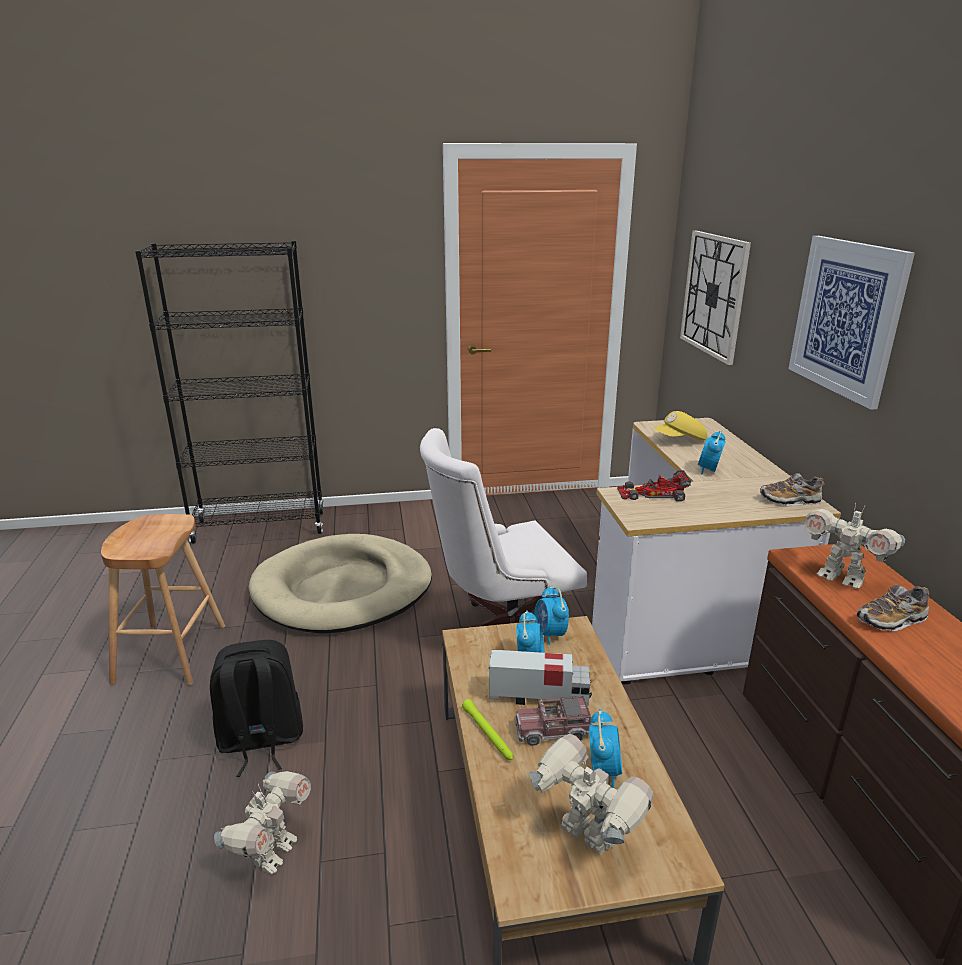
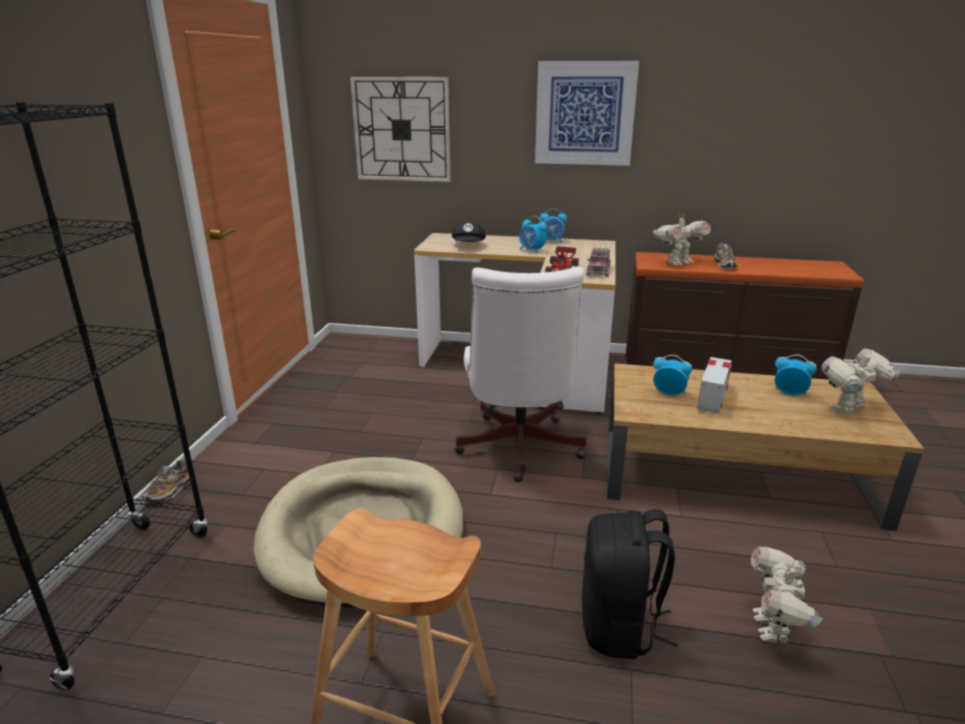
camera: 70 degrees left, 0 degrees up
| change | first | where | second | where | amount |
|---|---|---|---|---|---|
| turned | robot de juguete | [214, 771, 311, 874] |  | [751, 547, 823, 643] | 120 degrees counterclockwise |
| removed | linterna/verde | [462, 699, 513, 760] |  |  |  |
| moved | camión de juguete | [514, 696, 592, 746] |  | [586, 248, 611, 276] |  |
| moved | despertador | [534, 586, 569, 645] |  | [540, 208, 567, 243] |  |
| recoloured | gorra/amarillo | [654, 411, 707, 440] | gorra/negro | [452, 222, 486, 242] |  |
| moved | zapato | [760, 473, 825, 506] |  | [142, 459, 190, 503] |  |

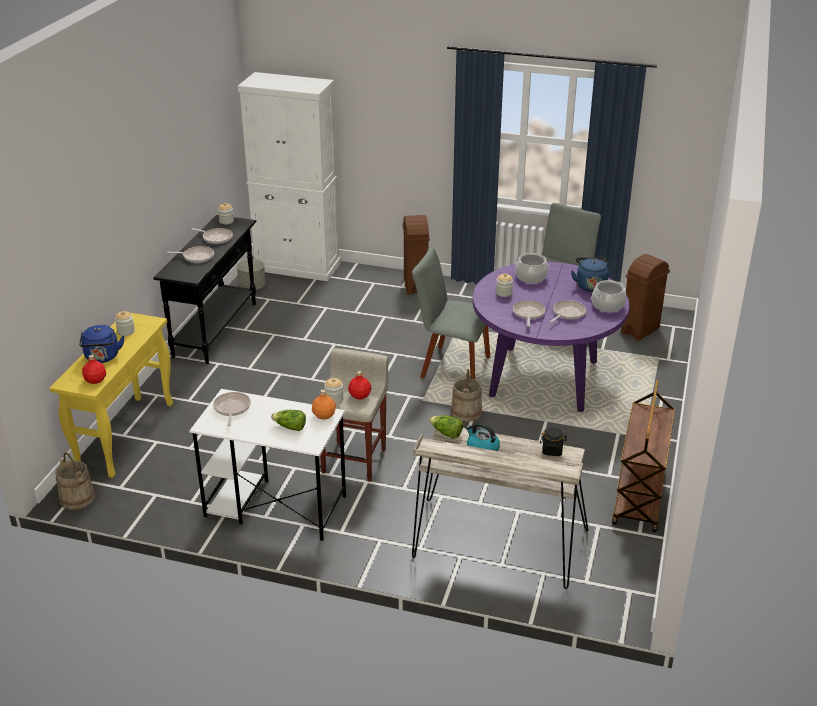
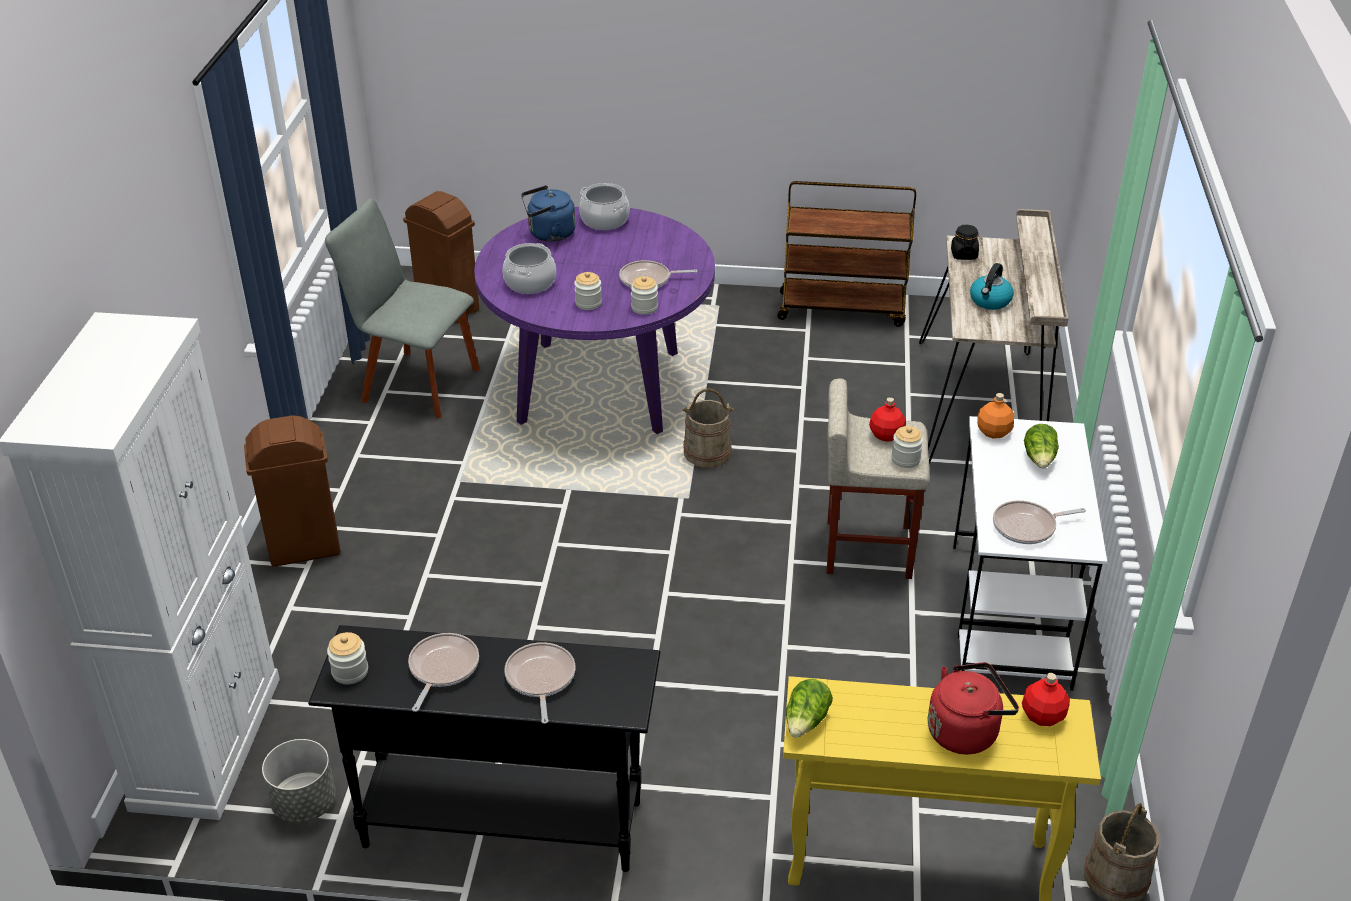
camera: 100 degrees left, 5 degrees up
| change | first | where | second | where | amount |
|---|---|---|---|---|---|
| recoloured | hervidor/azul | [79, 325, 125, 363] | hervidor/rojo | [928, 662, 1019, 754] |  |
| moved | tarro | [115, 311, 135, 336] |  | [631, 276, 658, 315] |  |
| removed | silla/gris | [412, 247, 490, 379] |  |  |  |
| moved | lechuga | [429, 415, 463, 439] |  | [786, 679, 833, 738] |  |
| removed | sartén | [549, 300, 586, 323] |  |  |  |

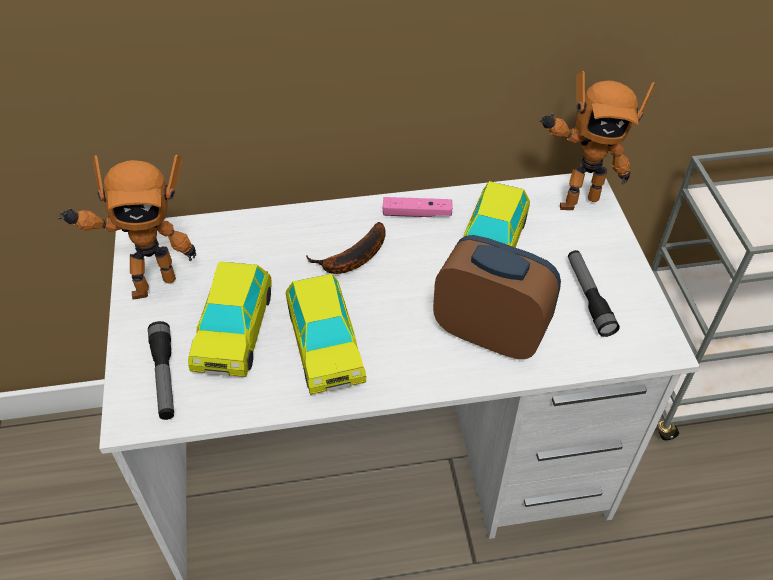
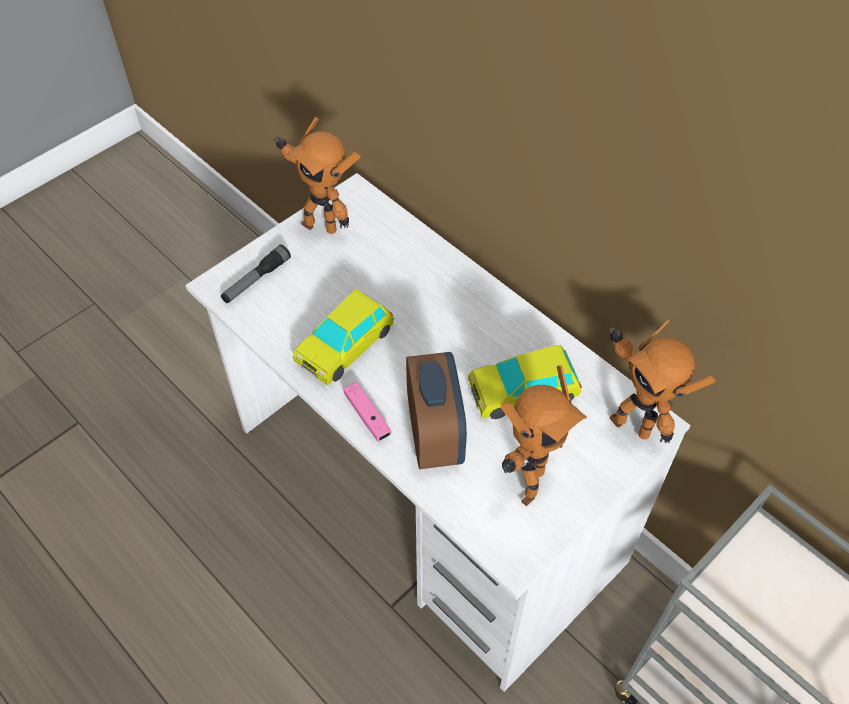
camera: 55 degrees right, 5 degrees up
| change | first | where | second | where | amount |
|---|---|---|---|---|---|
| removed | coche de juguete | [188, 261, 272, 377] |  |  |  |
| removed | plátano | [305, 222, 386, 274] |  |  |  |
| moved | mando de consola/rosa | [383, 197, 452, 217] |  | [343, 382, 392, 441] |  |
| replaced | linterna | [568, 250, 620, 337] | robot de juguete | [501, 365, 587, 506] |  |

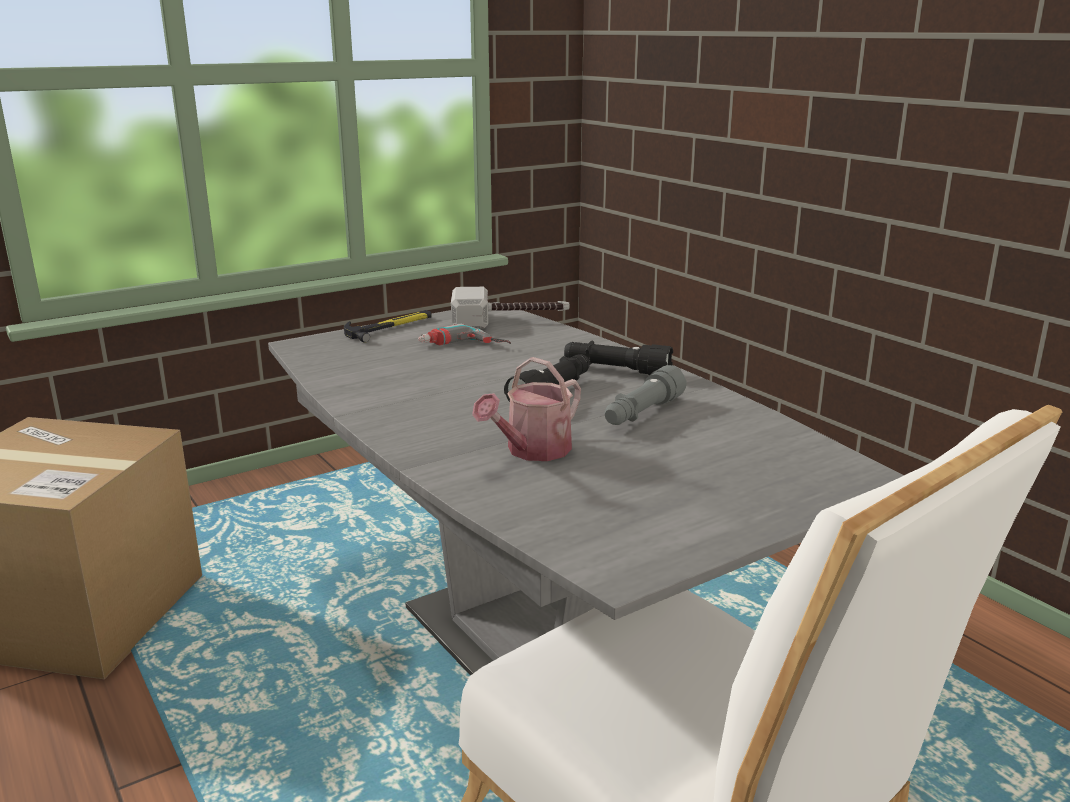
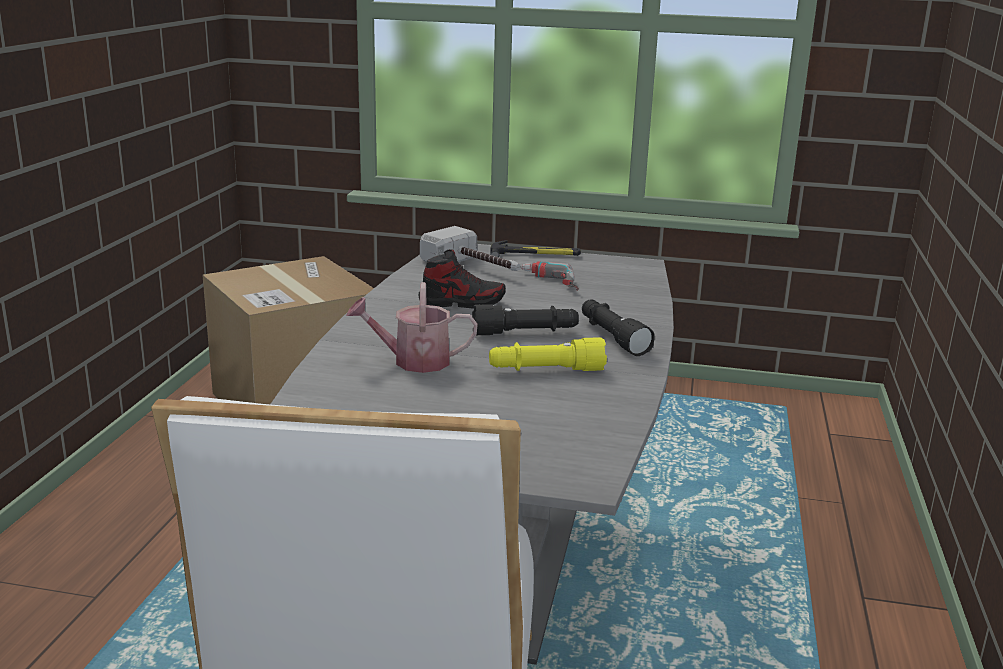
camera: 45 degrees right, 0 degrees up
| change | first | where | second | where | amount |
|---|---|---|---|---|---|
| moved | martillo | [451, 287, 569, 328] |  | [420, 226, 521, 271] |  |
| recoloured | linterna/gris | [605, 365, 687, 425] | linterna/amarillo | [489, 337, 607, 371] |  |
| added |  |  | zapato | [418, 249, 506, 309] |  |

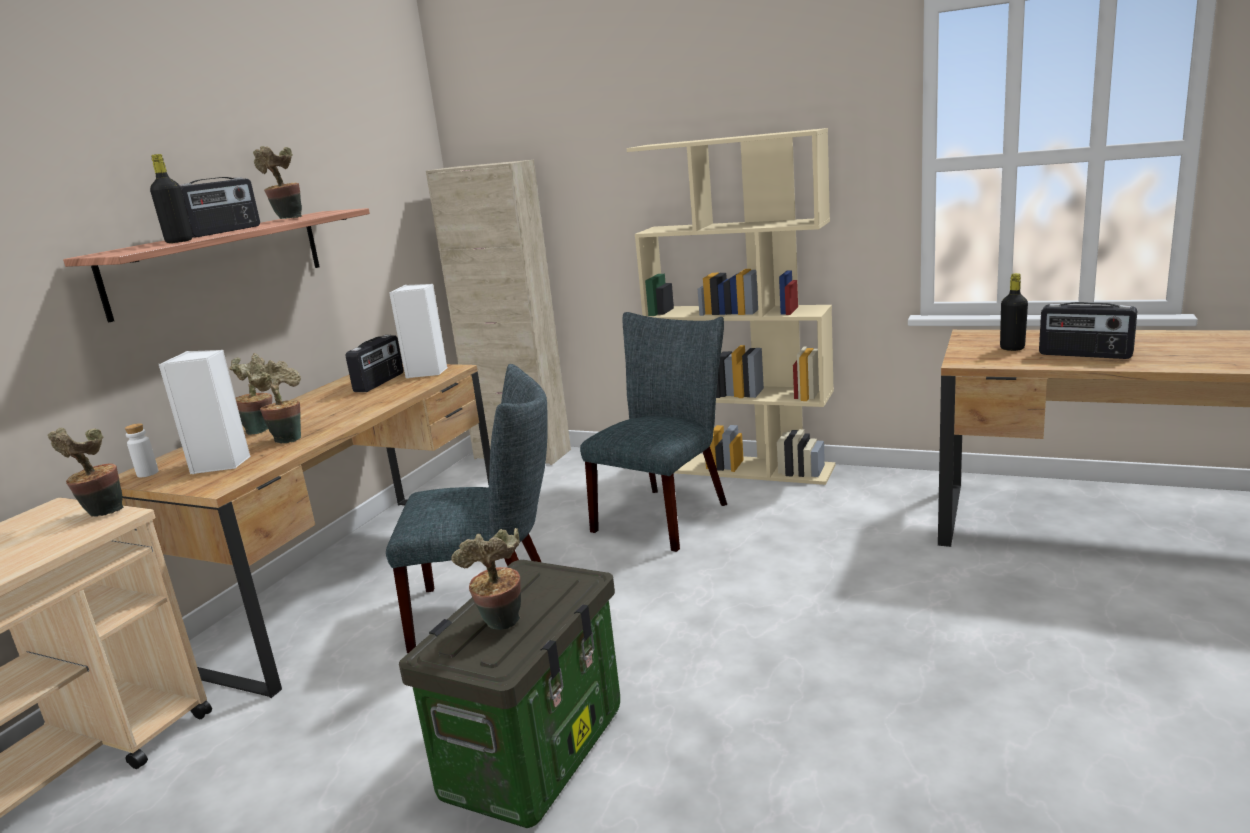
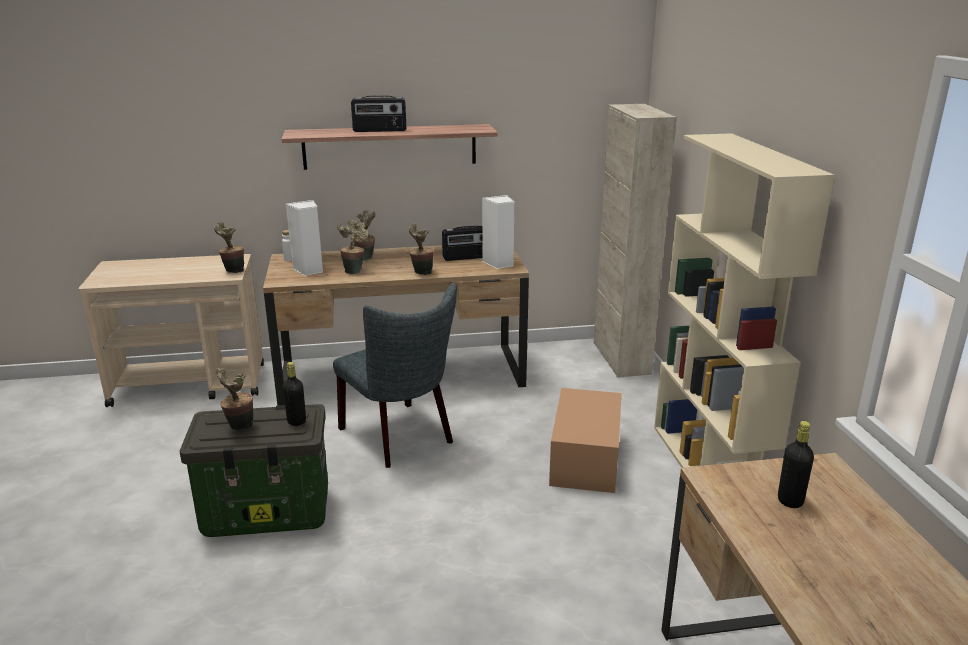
camera: 55 degrees right, 5 degrees up
| change | first | where | second | where | amount |
|---|---|---|---|---|---|
| moved | botella/negro | [150, 154, 192, 243] |  | [283, 362, 306, 426] |  |
| moved | planta en maceta | [253, 146, 302, 219] |  | [409, 223, 434, 275] |  |
| replaced | silla/gris | [580, 312, 727, 552] | caja de cartón | [549, 388, 622, 493] |  |
| removed | radio | [1039, 302, 1138, 359] |  |  |  |

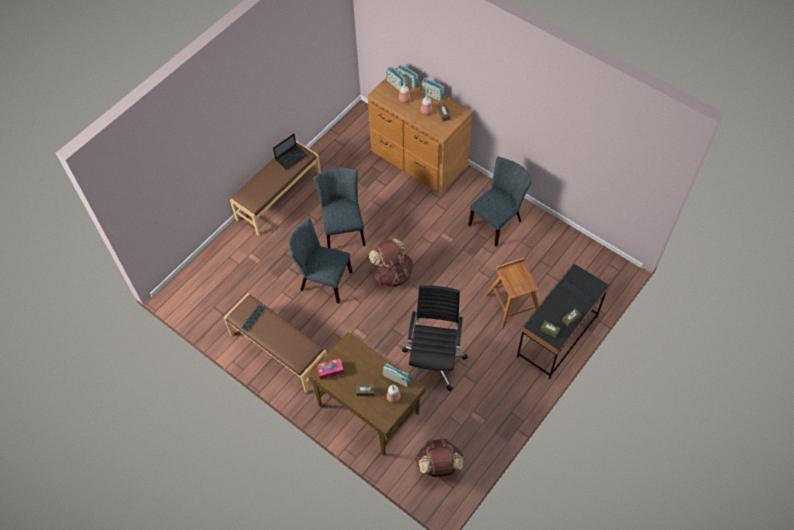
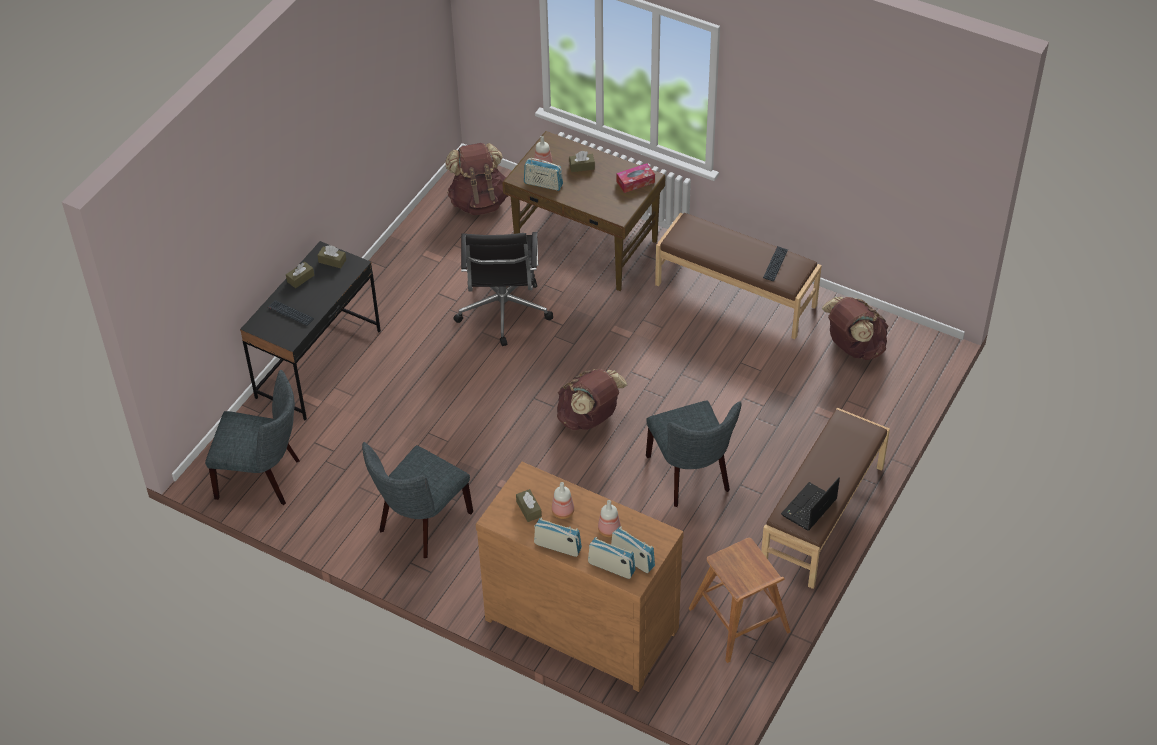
camera: 170 degrees right, 10 degrees down
| change | first | where | second | where | amount |
|---|---|---|---|---|---|
| moved | silla/gris | [288, 218, 352, 303] |  | [205, 370, 300, 505] |  |
| moved | taburete/marrón | [486, 258, 539, 329] |  | [688, 538, 791, 663] |  |
| added |  |  | mochila/marrón | [822, 297, 889, 360] |  |

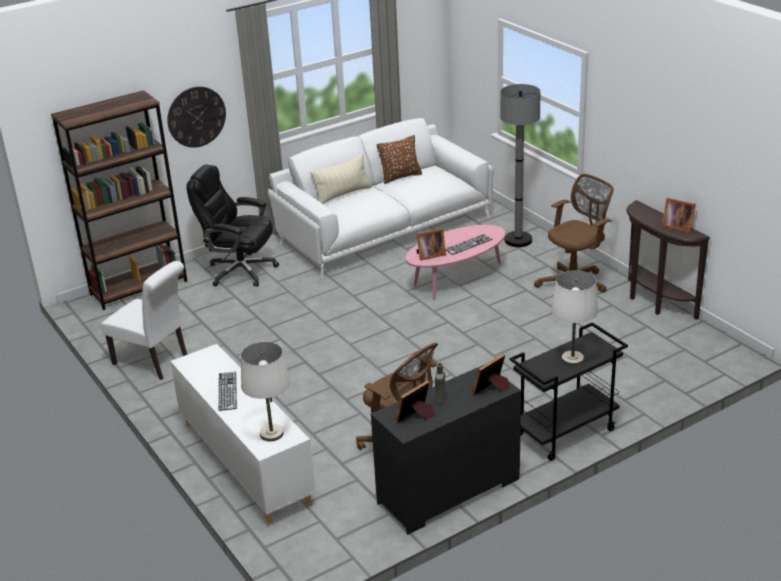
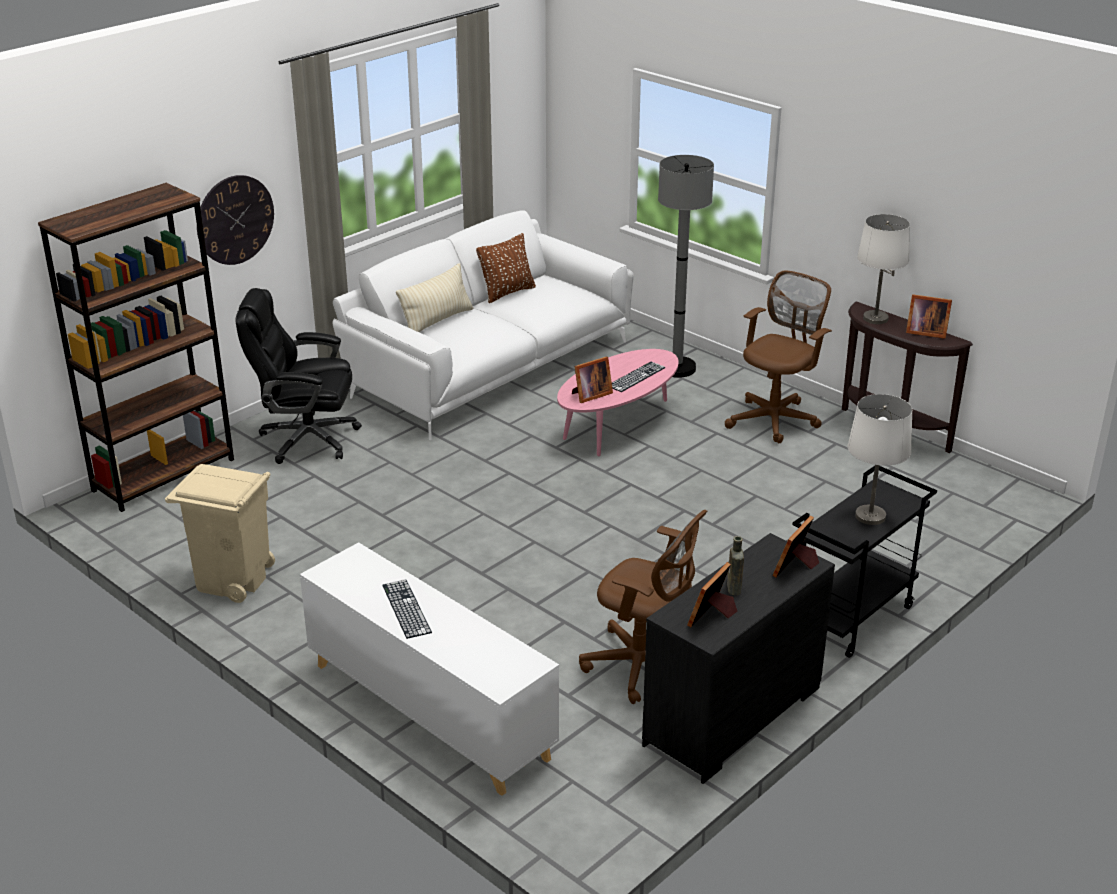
camera: 15 degrees left, 0 degrees up
| change | first | where | second | where | amount |
|---|---|---|---|---|---|
| replaced | silla/blanco | [101, 261, 187, 380] | papelera/beis | [165, 464, 275, 603] |  |
| moved | lámpara de mesa/blanco | [241, 342, 290, 441] |  | [857, 214, 910, 324] |  |

